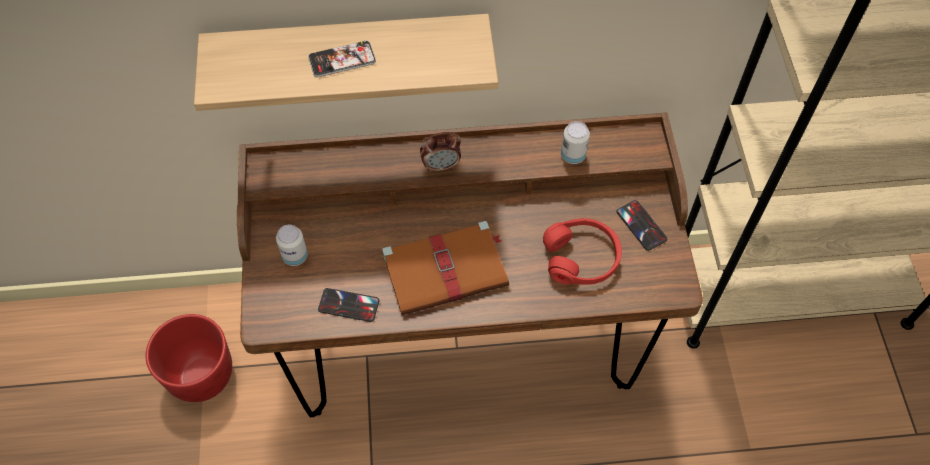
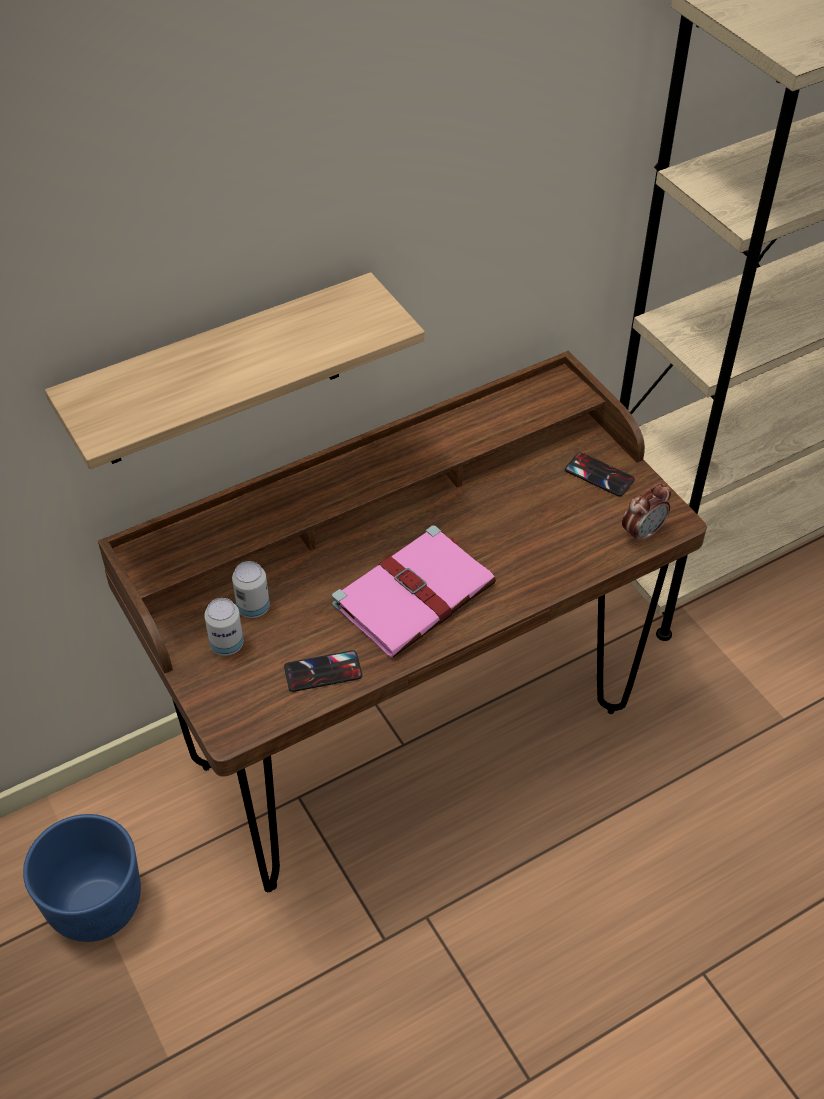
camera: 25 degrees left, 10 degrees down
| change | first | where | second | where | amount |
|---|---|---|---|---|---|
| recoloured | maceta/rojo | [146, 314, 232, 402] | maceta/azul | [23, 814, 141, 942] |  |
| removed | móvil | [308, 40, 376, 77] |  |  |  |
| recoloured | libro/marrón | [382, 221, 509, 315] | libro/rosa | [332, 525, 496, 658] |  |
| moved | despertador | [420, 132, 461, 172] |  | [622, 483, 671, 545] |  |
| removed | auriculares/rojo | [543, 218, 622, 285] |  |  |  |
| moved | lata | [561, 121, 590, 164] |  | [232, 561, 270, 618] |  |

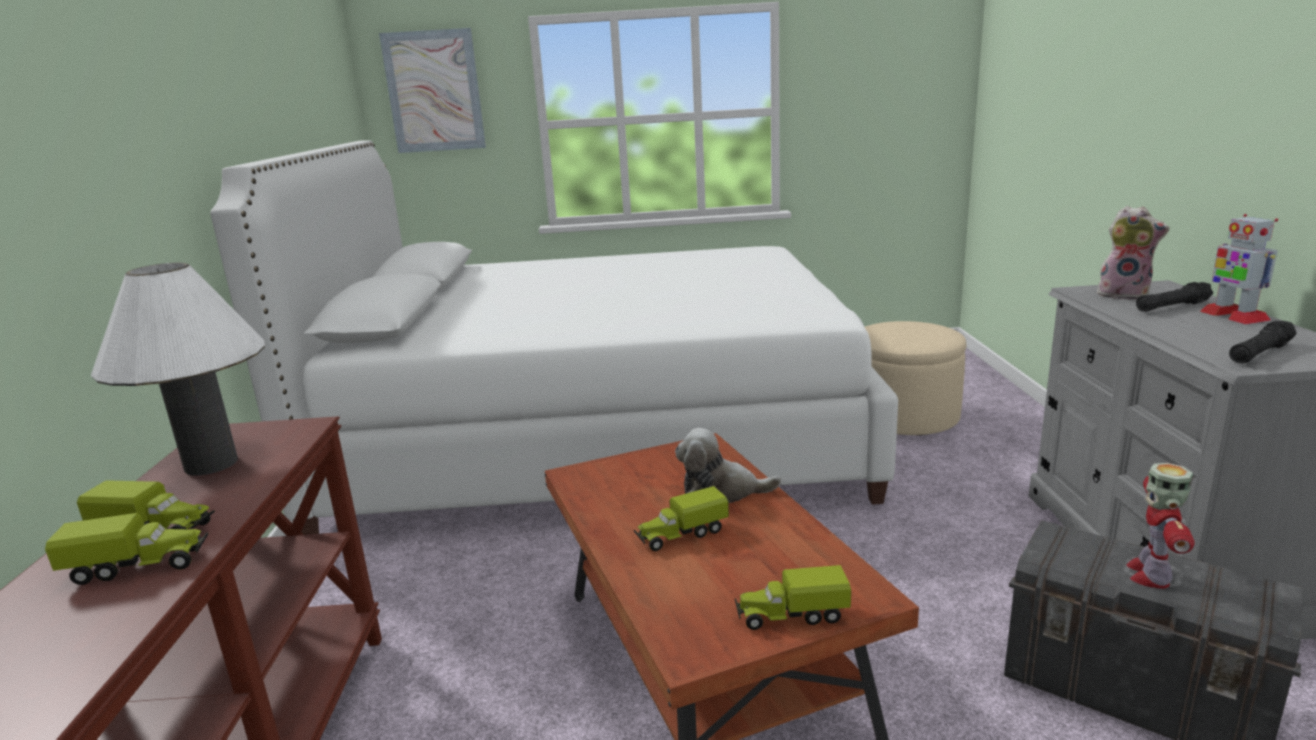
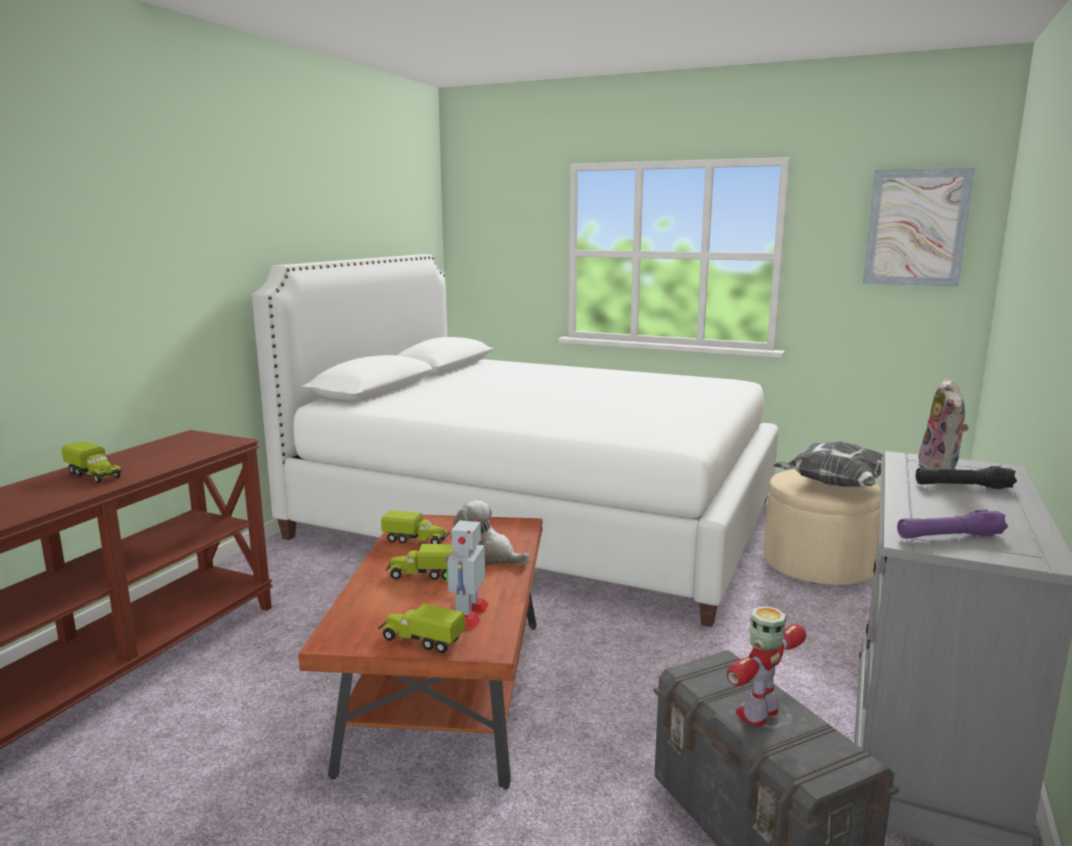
camera: 25 degrees right, 5 degrees down
| change | first | where | second | where | amount |
|---|---|---|---|---|---|
| moved | camión de juguete | [45, 513, 208, 585] |  | [381, 510, 450, 544] |  |
| removed | lámpara de mesa/blanco | [91, 263, 265, 476] |  |  |  |
| moved | cuadro | [379, 28, 486, 153] |  | [863, 168, 975, 287] |  |
| turned | peluche | [1097, 206, 1170, 300] |  | [918, 378, 969, 470] | 45 degrees clockwise |
| moved | robot de juguete | [1200, 214, 1278, 324] |  | [446, 518, 489, 628] |  |
| recoloured | linterna/negro | [1229, 320, 1297, 363] | linterna/morado | [897, 510, 1008, 539] |  |
| added |  |  | cojín | [773, 441, 884, 487] |  |

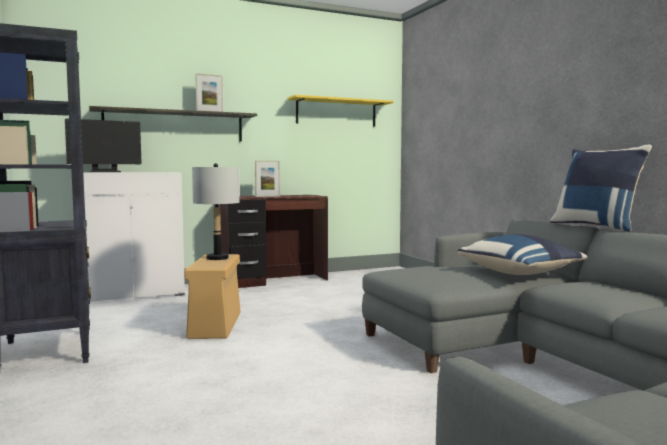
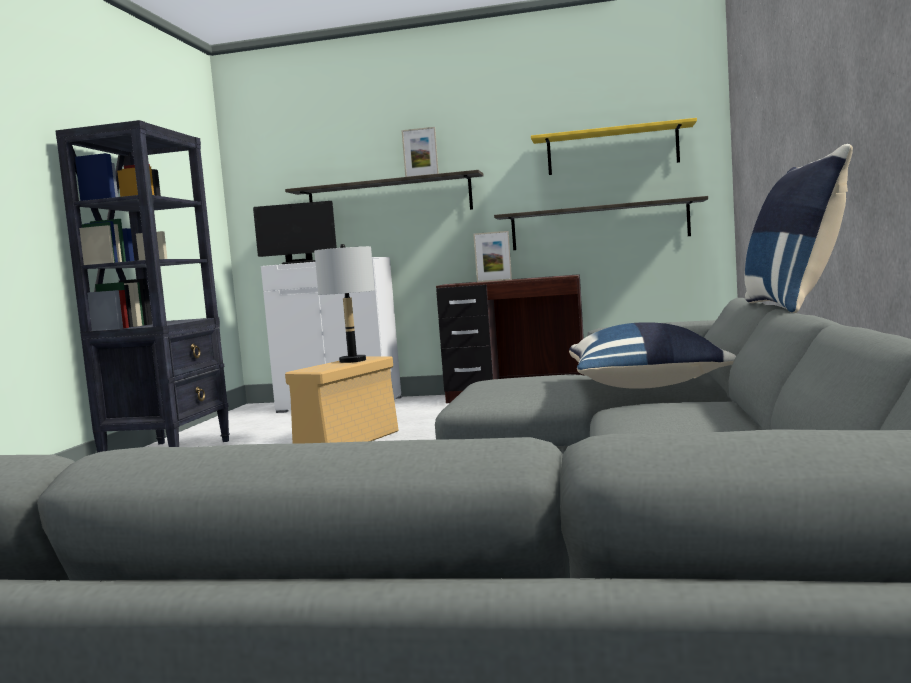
camera: 35 degrees right, 0 degrees up
| change | first | where | second | where | amount |
|---|---|---|---|---|---|
| added |  |  | estante | [494, 196, 708, 250] |  |

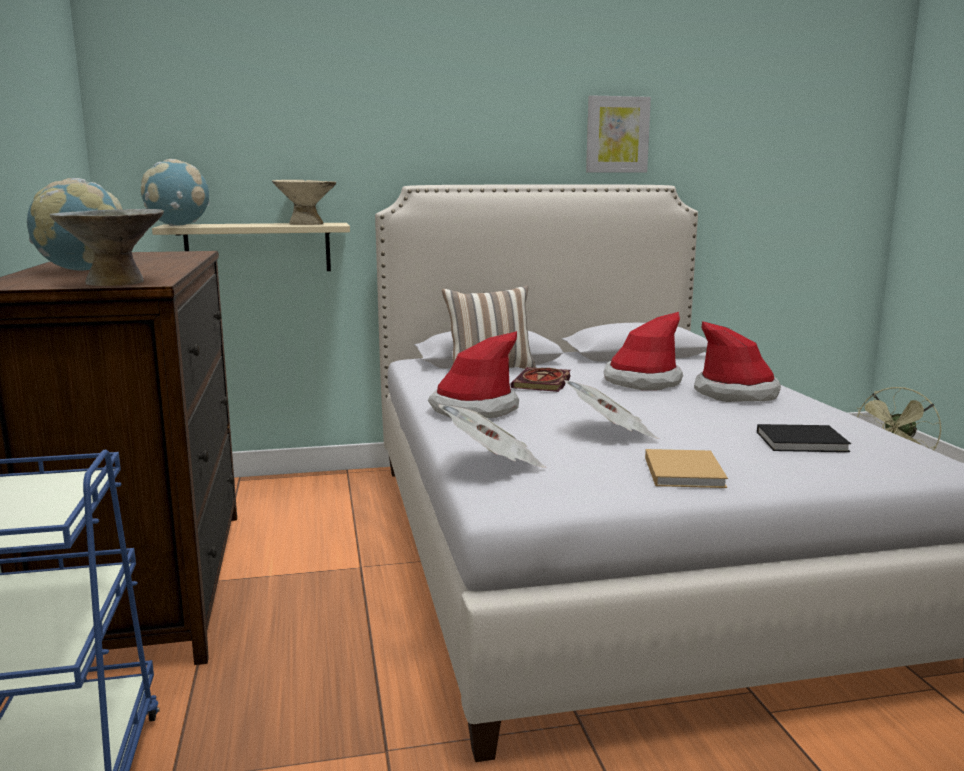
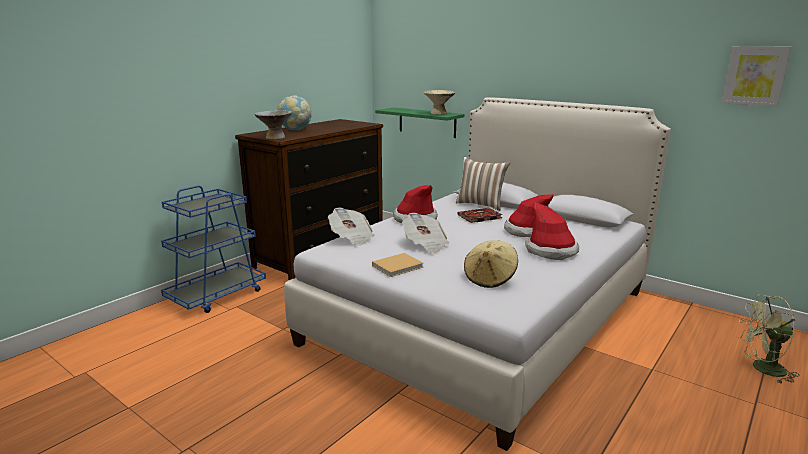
camera: 50 degrees right, 5 degrees up
| change | first | where | second | where | amount |
|---|---|---|---|---|---|
| removed | globo terráqueo | [141, 159, 210, 226] |  |  |  |
| recoloured | estante/beis | [152, 223, 350, 271] | estante/verde | [375, 107, 465, 138] |  |
| moved | cuadro | [586, 95, 651, 173] |  | [722, 46, 791, 107] |  |
| replaced | libro/negro | [757, 424, 851, 452] | sombrero/beis | [464, 240, 518, 288] |  |

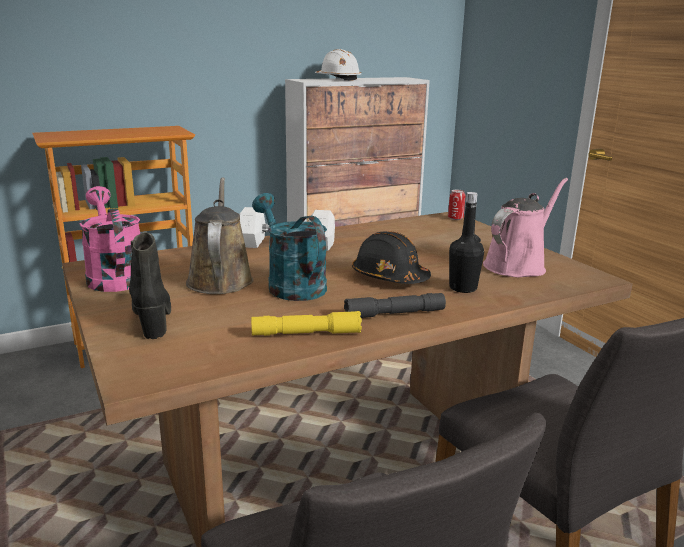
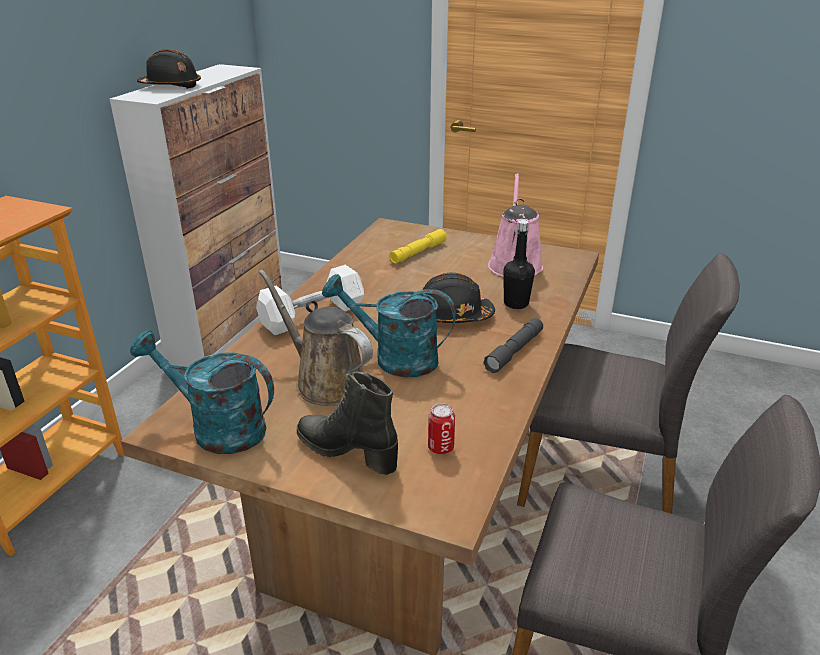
camera: 40 degrees left, 10 degrees up
| change | first | where | second | where | amount |
|---|---|---|---|---|---|
| recoloured | regadera/rosa | [80, 186, 140, 292] | regadera/turquesa | [130, 330, 274, 454] |  |
| moved | linterna/amarillo | [251, 311, 362, 336] |  | [389, 229, 447, 264] |  |
| recoloured | casco/blanco | [315, 49, 361, 80] | casco/negro | [137, 49, 201, 89] |  |
| moved | lata | [448, 190, 466, 220] |  | [428, 404, 455, 454] |  |

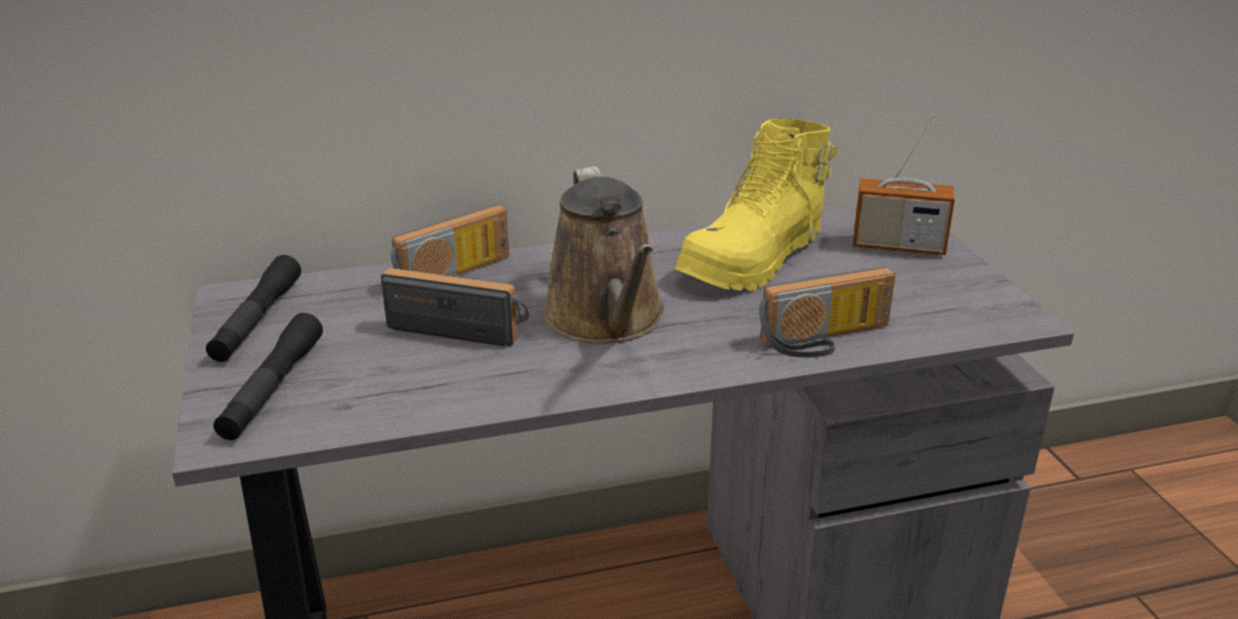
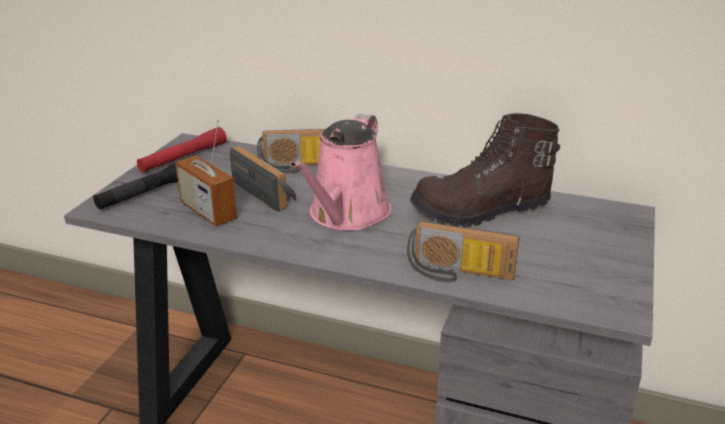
camera: 35 degrees right, 0 degrees up
| change | first | where | second | where | amount |
|---|---|---|---|---|---|
| recoloured | linterna/negro | [206, 255, 301, 362] | linterna/rojo | [137, 127, 227, 172] |  |
| recoloured | regadera/marrón | [543, 166, 664, 344] | regadera/rosa | [290, 114, 391, 231] |  |
| recoloured | bota/amarillo | [675, 118, 838, 291] | bota/marrón | [410, 113, 560, 228] |  |
| moved | radio | [853, 115, 955, 255] |  | [175, 119, 237, 226] |  |

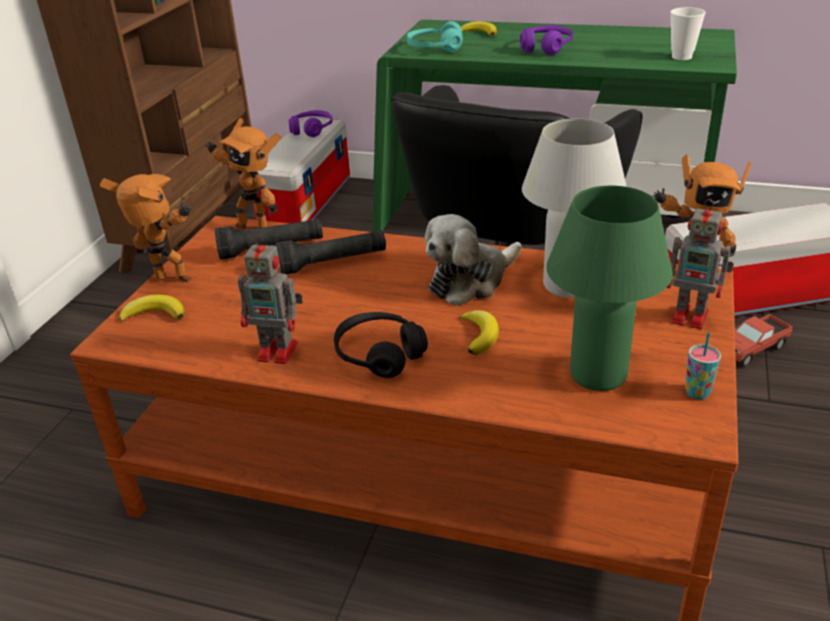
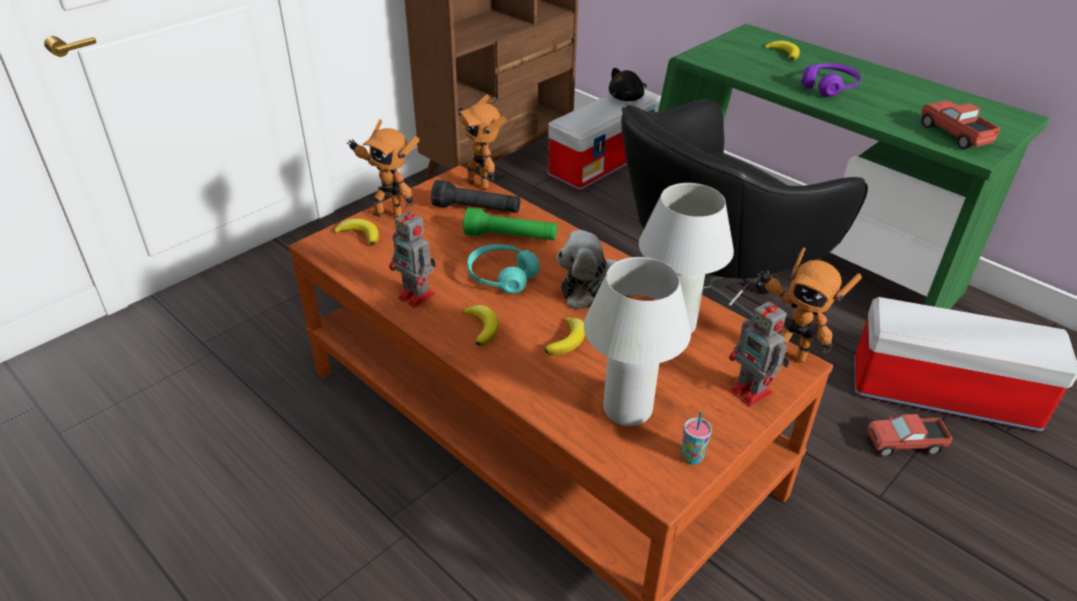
camera: 25 degrees right, 5 degrees up
| change | first | where | second | where | amount |
|---|---|---|---|---|---|
| turned | robot de juguete | [100, 174, 193, 283] |  | [347, 119, 420, 217] | 150 degrees clockwise |
| recoloured | linterna/negro | [275, 231, 386, 275] | linterna/verde | [463, 207, 557, 240] |  |
| replaced | auriculares/morado | [288, 110, 332, 137] | peluche/negro | [609, 68, 647, 101] |  |
| replaced | auriculares/negro | [334, 312, 428, 378] | plátano | [463, 305, 499, 346] |  |
| moved | auriculares/turquesa | [407, 21, 463, 52] |  | [467, 244, 540, 294] |  |
| recoloured | lámpara de mesa/verde | [546, 186, 673, 391] | lámpara de mesa/blanco | [584, 257, 691, 426] |  |
| replaced | taza | [670, 7, 706, 60] | camión de juguete | [921, 100, 1000, 149] |  |

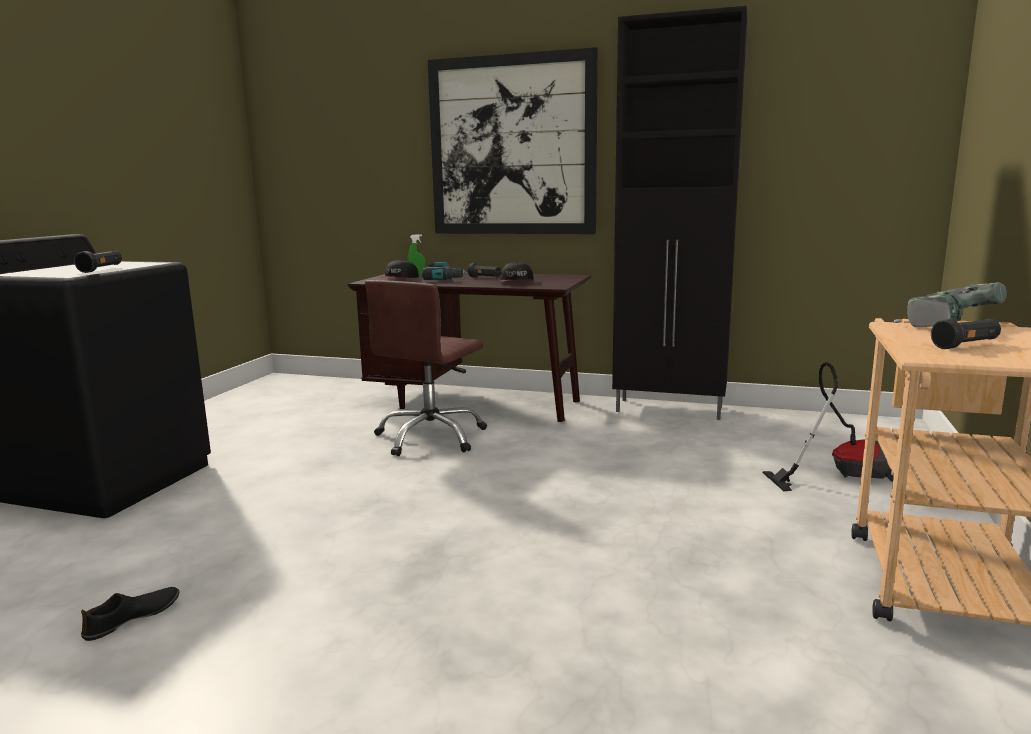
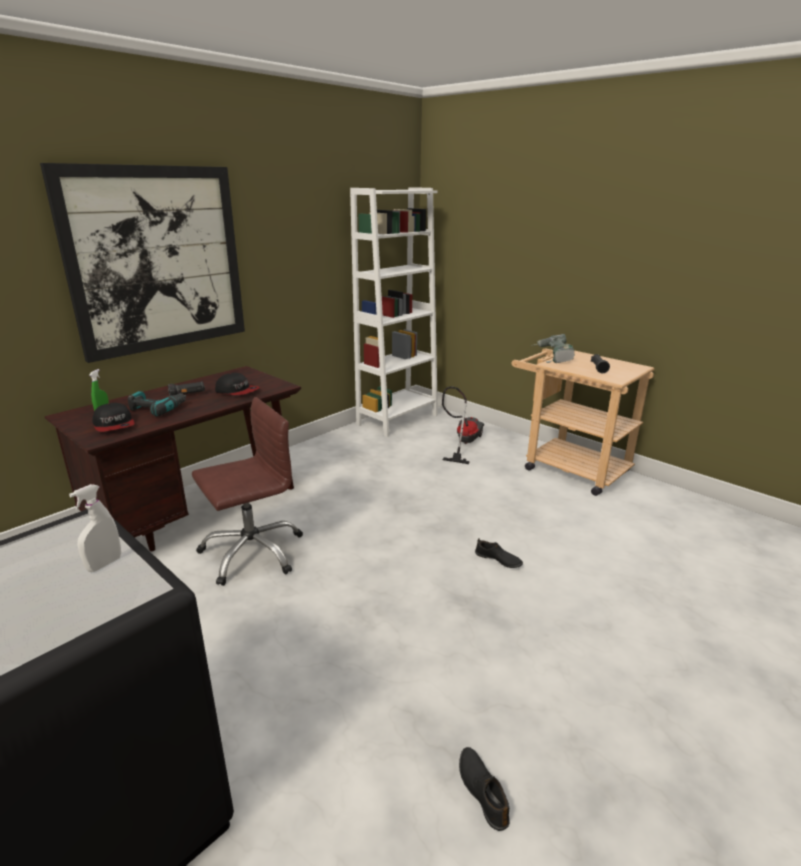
camera: 65 degrees left, 10 degrees up
| change | first | where | second | where | amount |
|---|---|---|---|---|---|
| replaced | linterna/negro | [74, 250, 122, 273] | pulverizador/blanco | [69, 484, 121, 572] |  |
| turned | silla de oficina/marrón | [365, 280, 487, 456] |  | [192, 397, 303, 586] | 90 degrees counterclockwise |
| removed | armario/negro | [612, 6, 747, 420] |  |  |  |
| added |  |  | estantería/blanco | [350, 187, 438, 437] |  |
| added |  |  | zapato/negro | [475, 538, 523, 568] |  |

